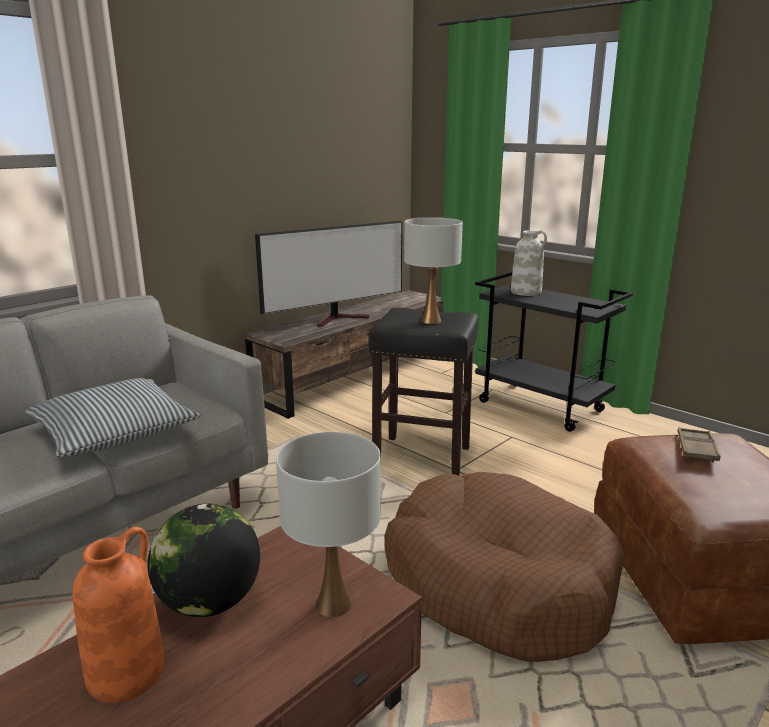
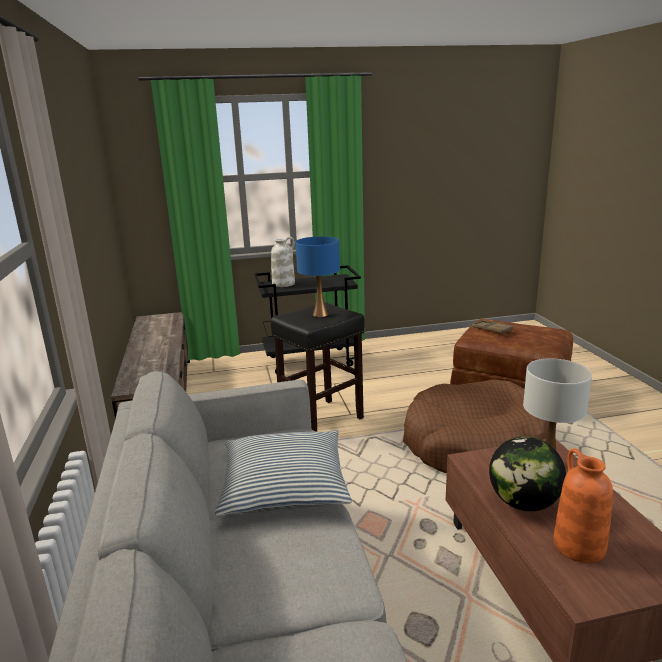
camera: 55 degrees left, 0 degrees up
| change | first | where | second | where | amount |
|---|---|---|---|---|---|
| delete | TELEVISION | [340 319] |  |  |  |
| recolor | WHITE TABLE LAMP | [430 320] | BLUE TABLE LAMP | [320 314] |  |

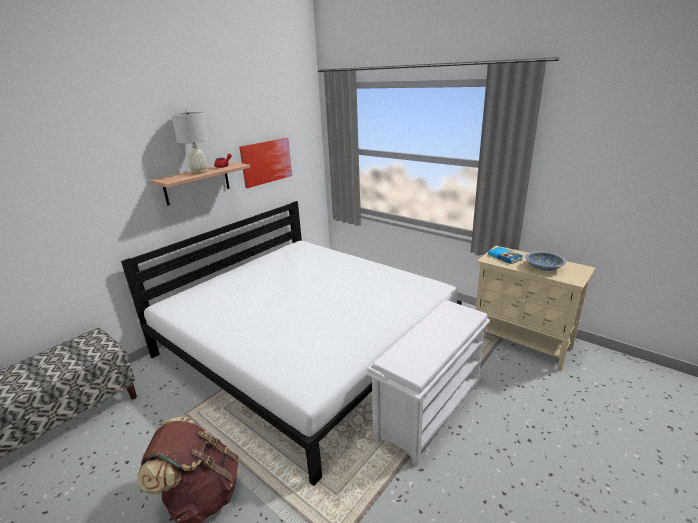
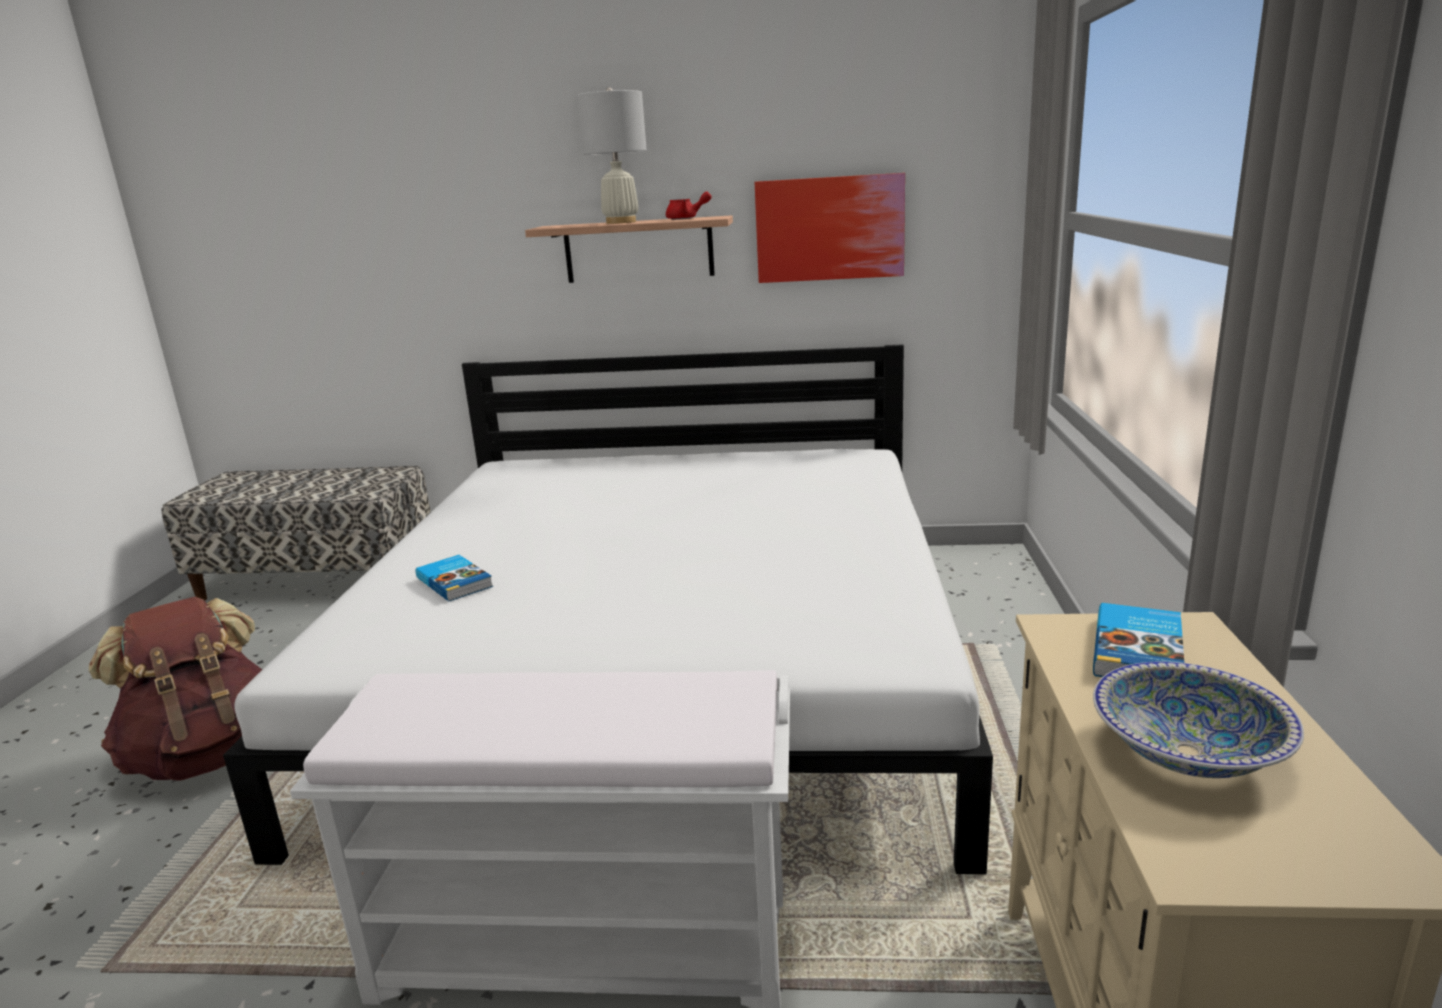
camera: 55 degrees right, 5 degrees down
| change | first | where | second | where | amount |
|---|---|---|---|---|---|
| insert |  |  | BOOK | [455 581] |  |

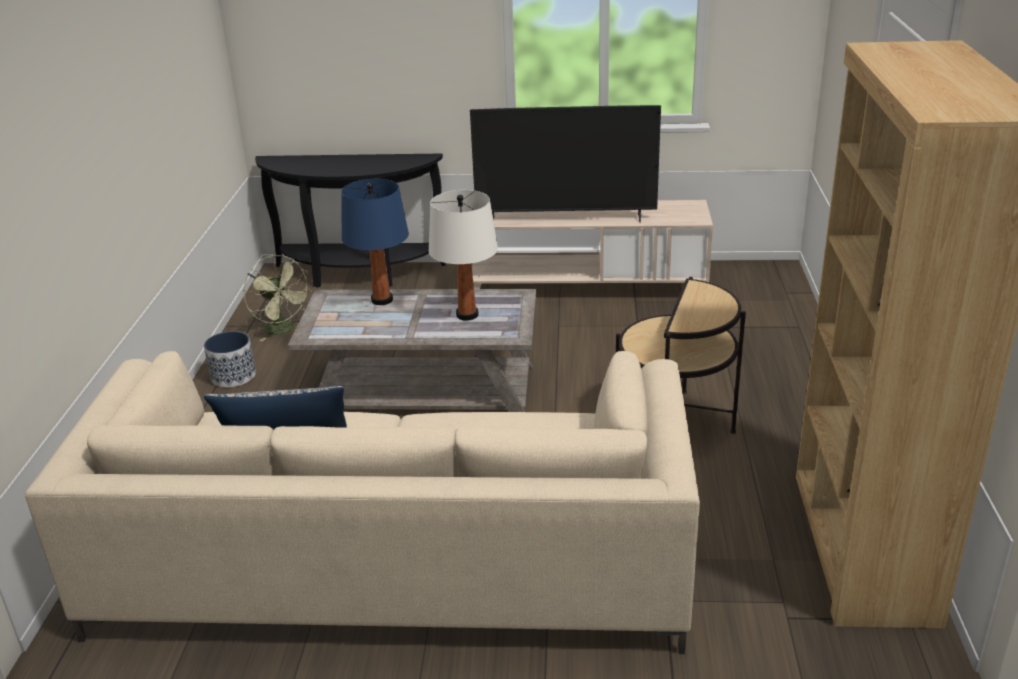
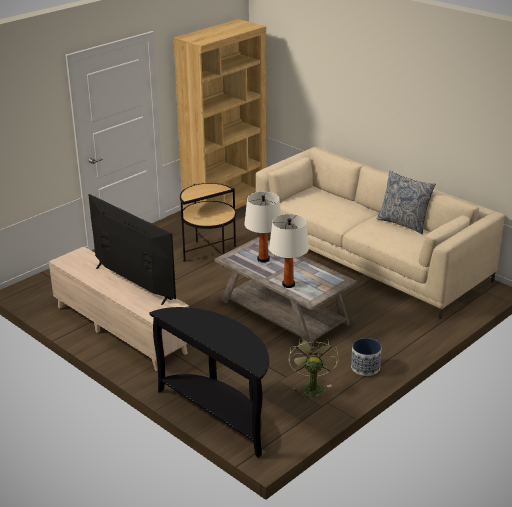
camera: 140 degrees left, 0 degrees up
| change | first | where | second | where | amount |
|---|---|---|---|---|---|
| recolor | BLUE TABLE LAMP | [382 300] | WHITE TABLE LAMP | [288 284] |  |

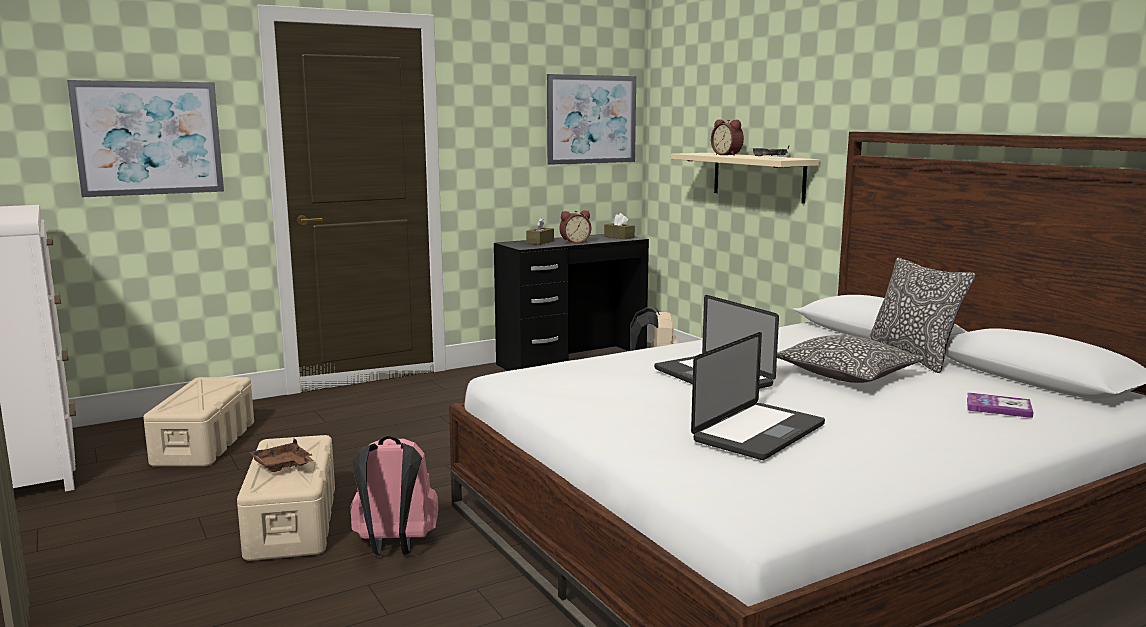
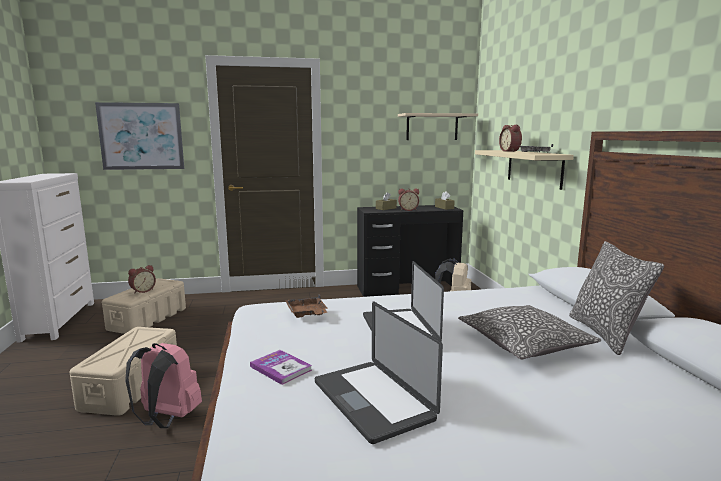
camera: 20 degrees right, 0 degrees up
| change | first | where | second | where | amount |
|---|---|---|---|---|---|
| move | BROWN TRAY | [283 466] |  | [307 314] |  |
| replace | PICTURE | [591 119] | BEIGE SHELF | [432 127] |  |
| rotate | LAPTOP | [759 433] |  | [372 400] | 90 degrees clockwise |
| move | BOOK | [998 407] |  | [281 368] |  |
| insert |  |  | ALARM CLOCK | [142 290] |  |

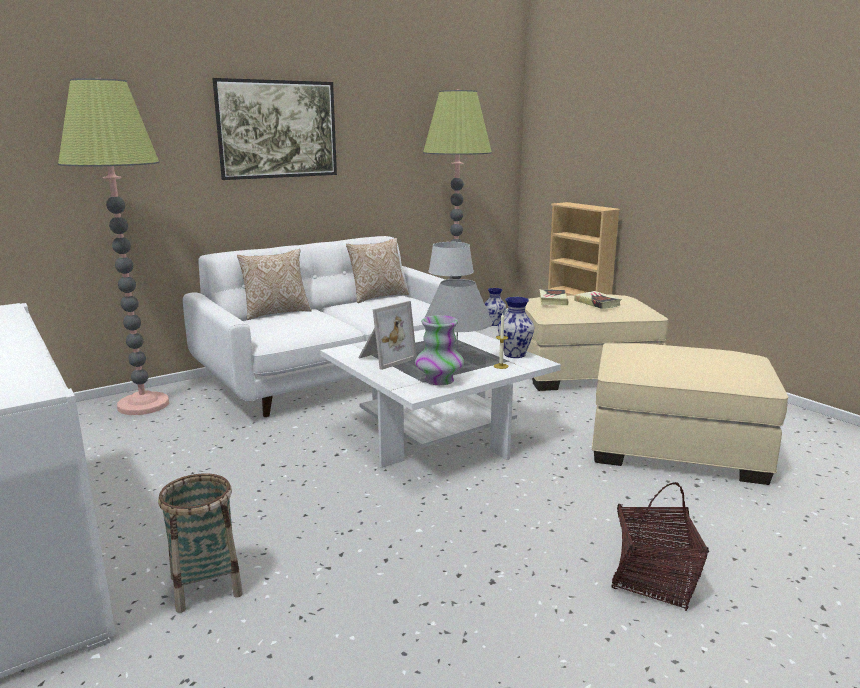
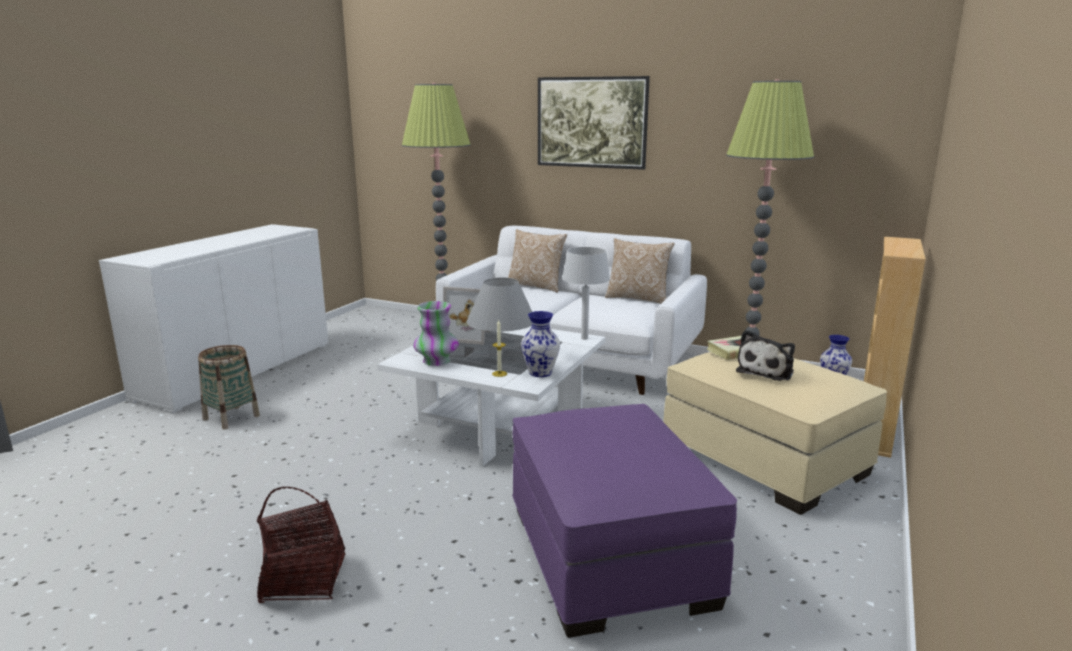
camera: 60 degrees right, 0 degrees up
| change | first | where | second | where | amount |
|---|---|---|---|---|---|
| replace | BOOK | [597 303] | PLUSH TOY | [766 371] |  |
| recolor | BEIGE OTTOMAN | [678 447] | PURPLE OTTOMAN | [609 555] |  |

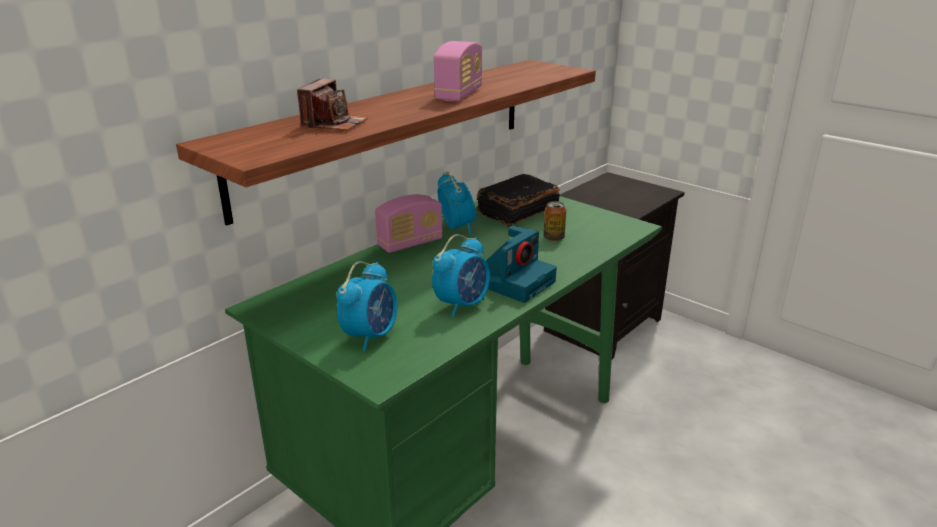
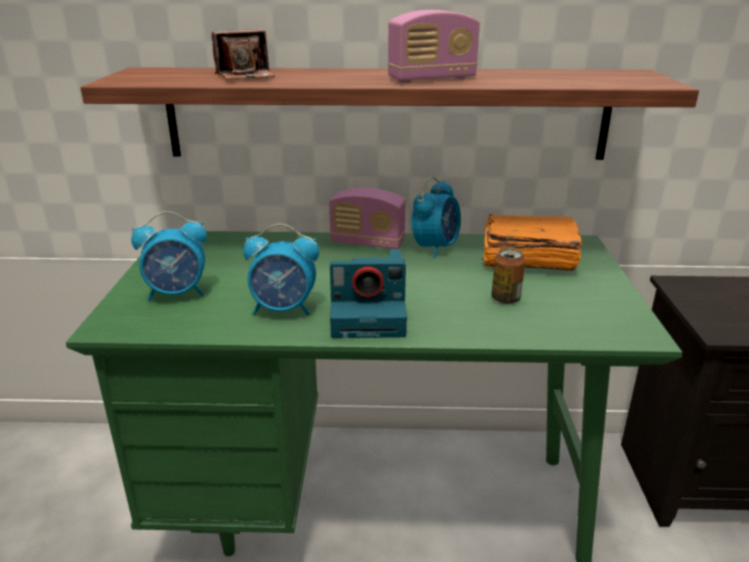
camera: 50 degrees right, 0 degrees up
| change | first | where | second | where | amount |
|---|---|---|---|---|---|
| recolor | BLACK BOOK | [516 212] | ORANGE BOOK | [526 259] |  |

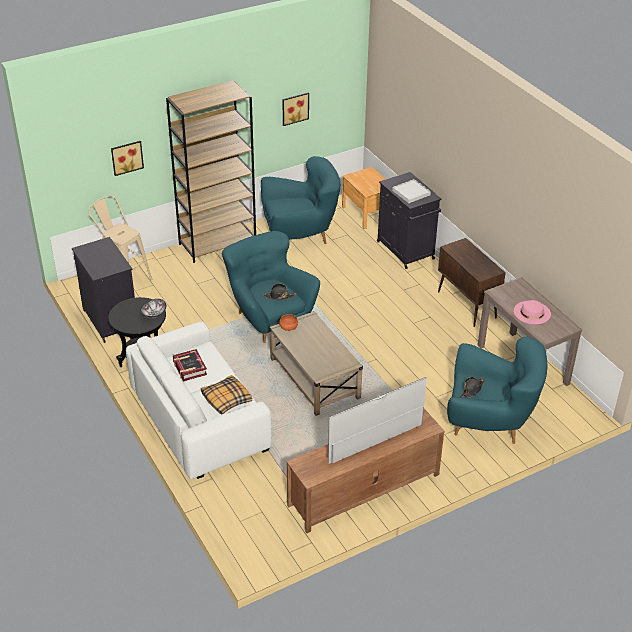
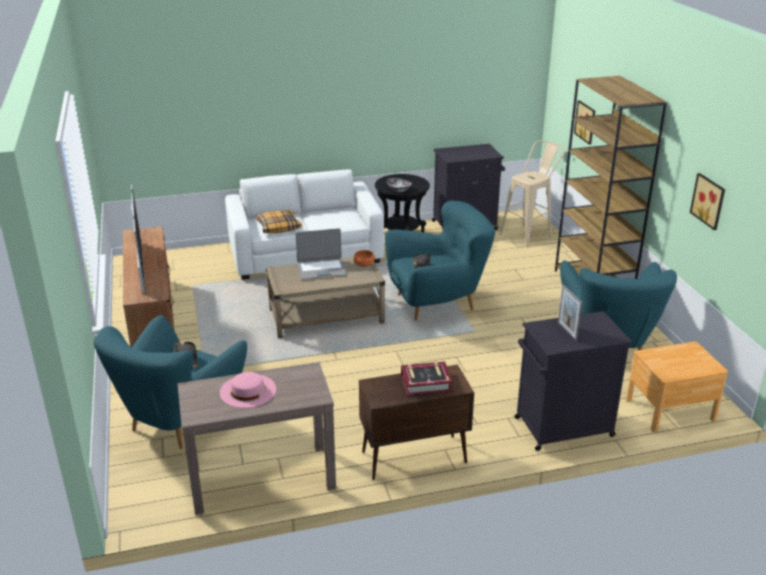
camera: 105 degrees right, 10 degrees down
| change | first | where | second | where | amount |
|---|---|---|---|---|---|
| move | BOOK | [189 368] |  | [426 383] |  |
| replace | WHITE TRAY | [411 192] | PICTURE FRAME | [567 331] |  |
| insert |  |  | LAPTOP | [321 270] |  |

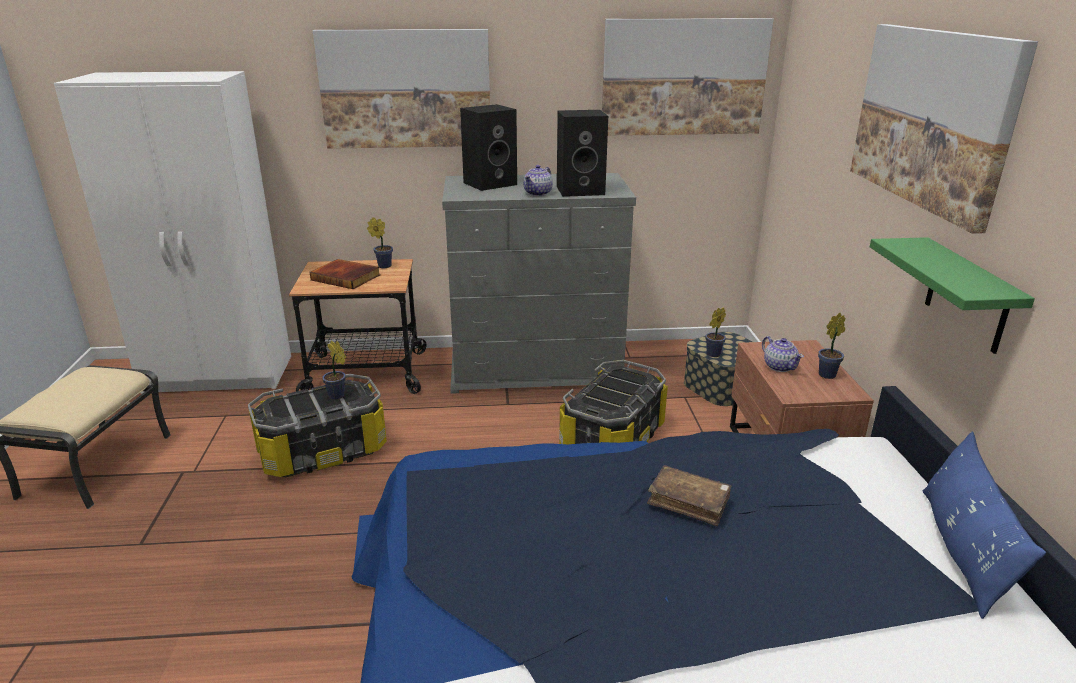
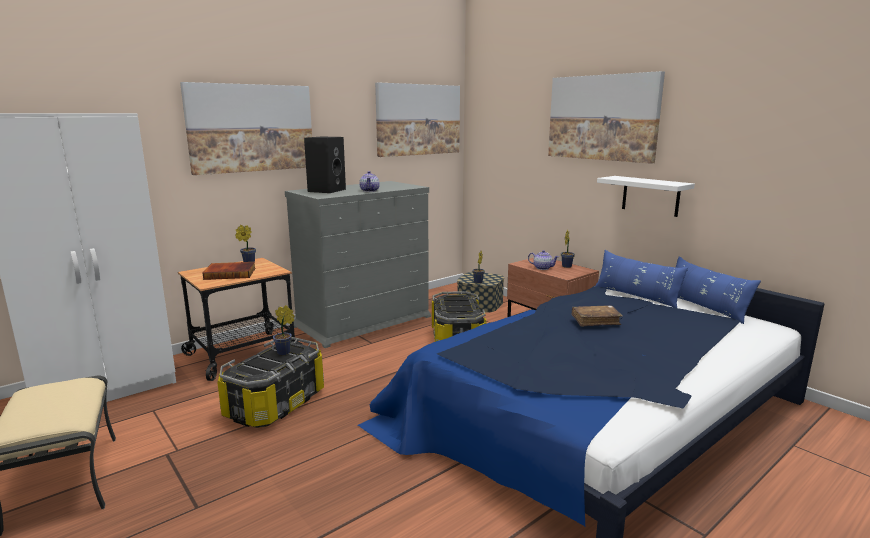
camera: 35 degrees left, 10 degrees down
| change | first | where | second | where | amount |
|---|---|---|---|---|---|
| delete | BLACK SPEAKER | [581 190] |  |  |  |
| recolor | GREEN SHELF | [967 296] | WHITE SHELF | [650 196] |  |
| insert |  |  | BLUE PILLOW | [636 296] |  |

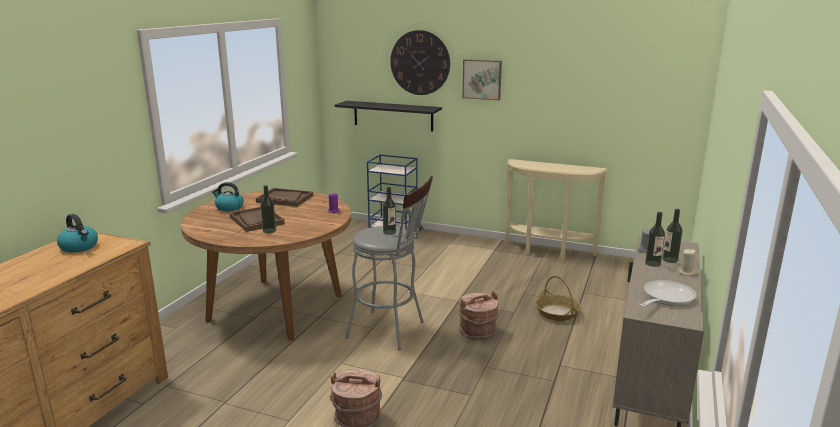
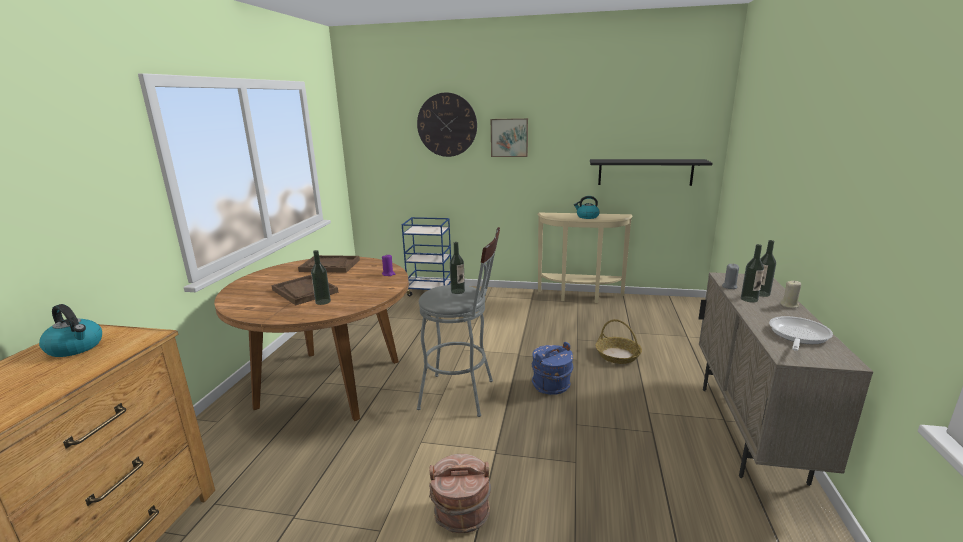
camera: 10 degrees left, 0 degrees up
| change | first | where | second | where | amount |
|---|---|---|---|---|---|
| move | KETTLE | [229 207] |  | [587 217] |  |
| move | BLACK SHELF | [393 115] |  | [645 172] |  |
| recolor | BROWN BUCKET | [477 332] | BLUE BUCKET | [551 385] |  |

